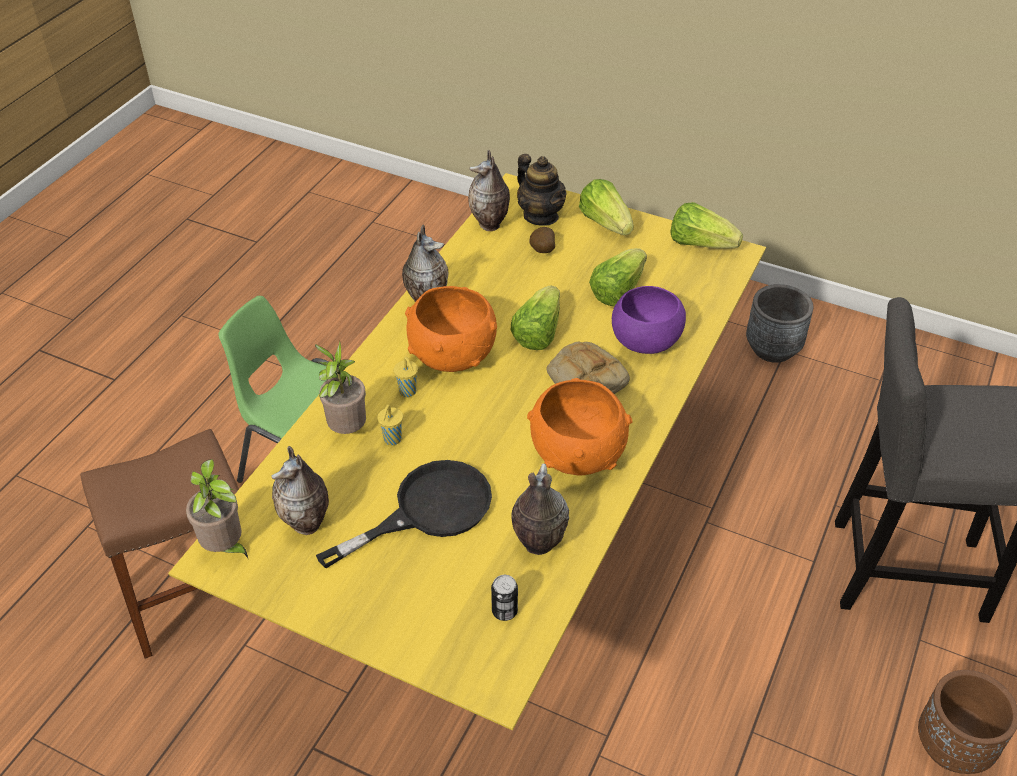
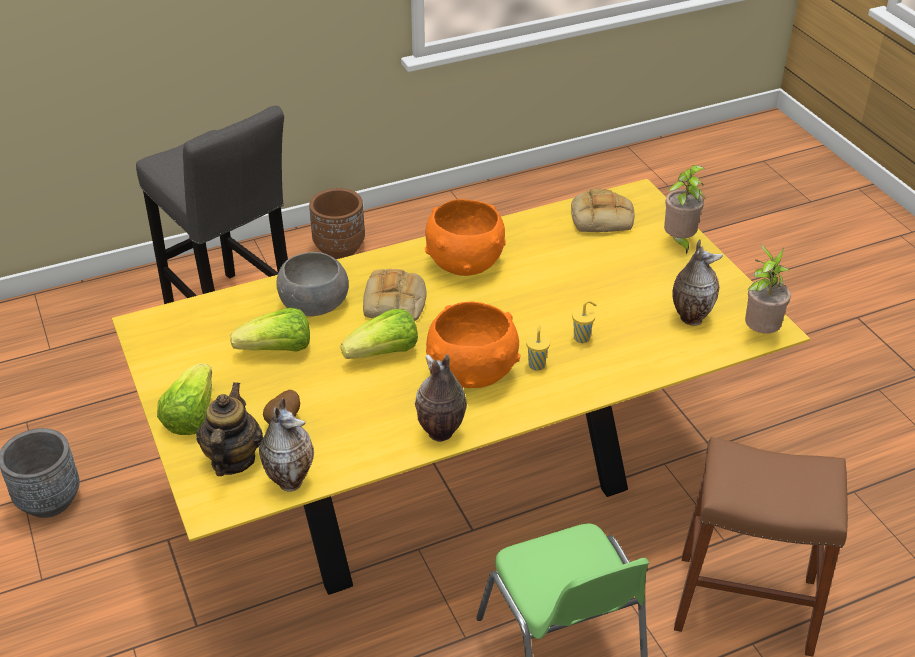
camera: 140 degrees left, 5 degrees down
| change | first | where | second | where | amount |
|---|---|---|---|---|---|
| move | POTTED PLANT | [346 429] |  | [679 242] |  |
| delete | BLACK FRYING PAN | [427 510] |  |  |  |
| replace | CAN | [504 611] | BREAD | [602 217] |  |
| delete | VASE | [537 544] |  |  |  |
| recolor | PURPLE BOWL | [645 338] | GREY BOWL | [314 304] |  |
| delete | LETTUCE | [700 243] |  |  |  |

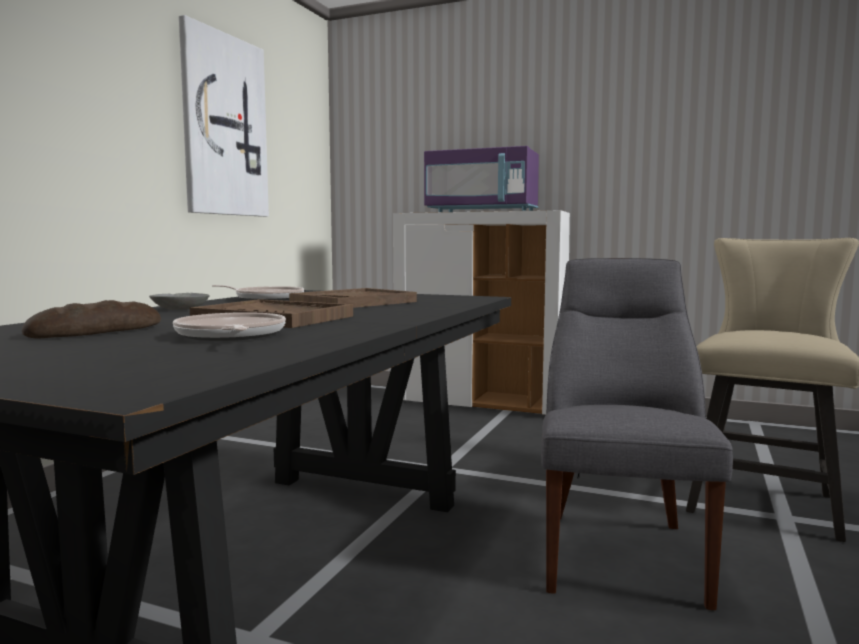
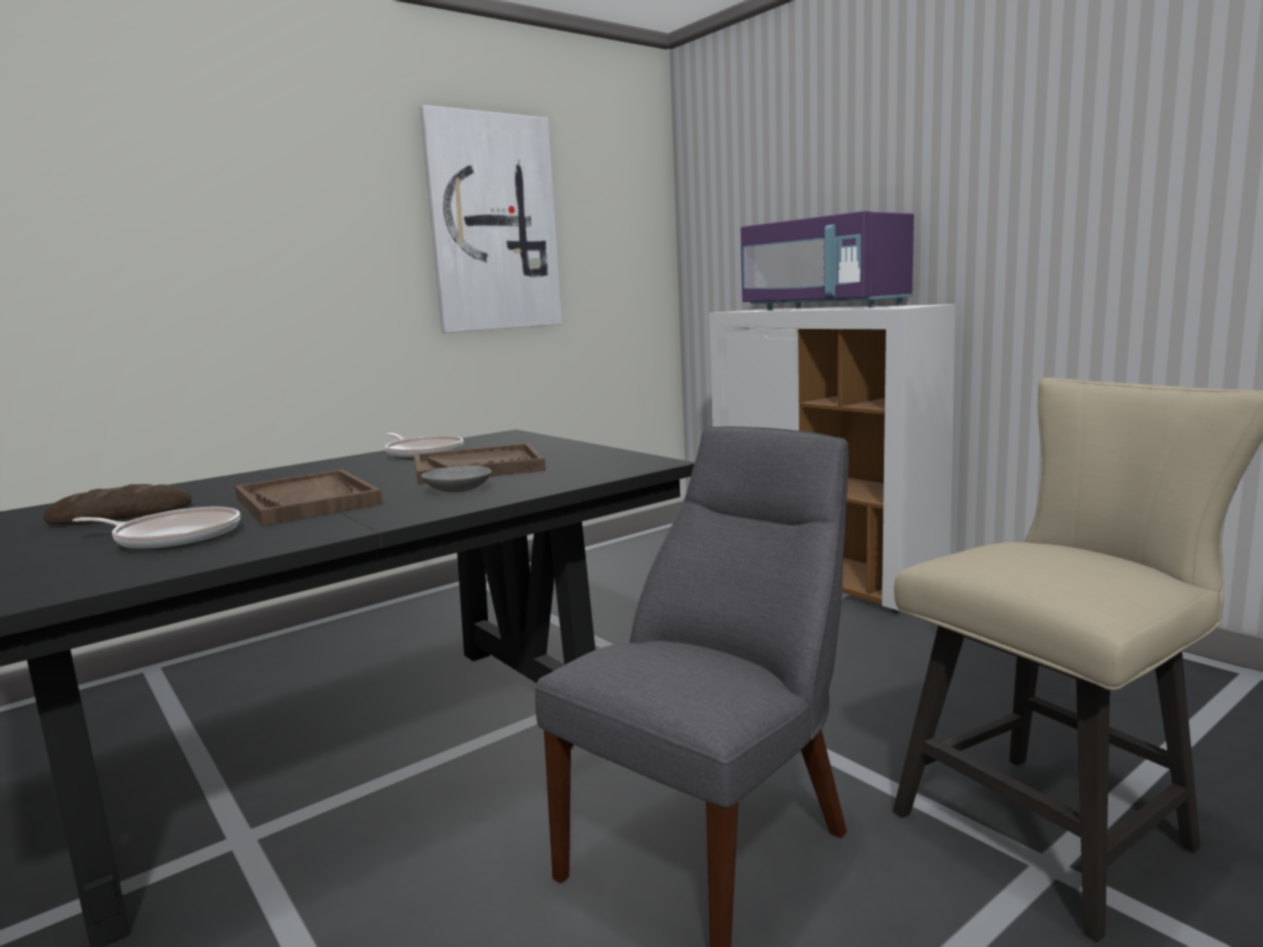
camera: 30 degrees right, 5 degrees up
| change | first | where | second | where | amount |
|---|---|---|---|---|---|
| move | GREY BOWL | [180 309] |  | [459 489] |  |
| rotate | FRYING PAN | [231 336] |  | [174 538] | 90 degrees clockwise |

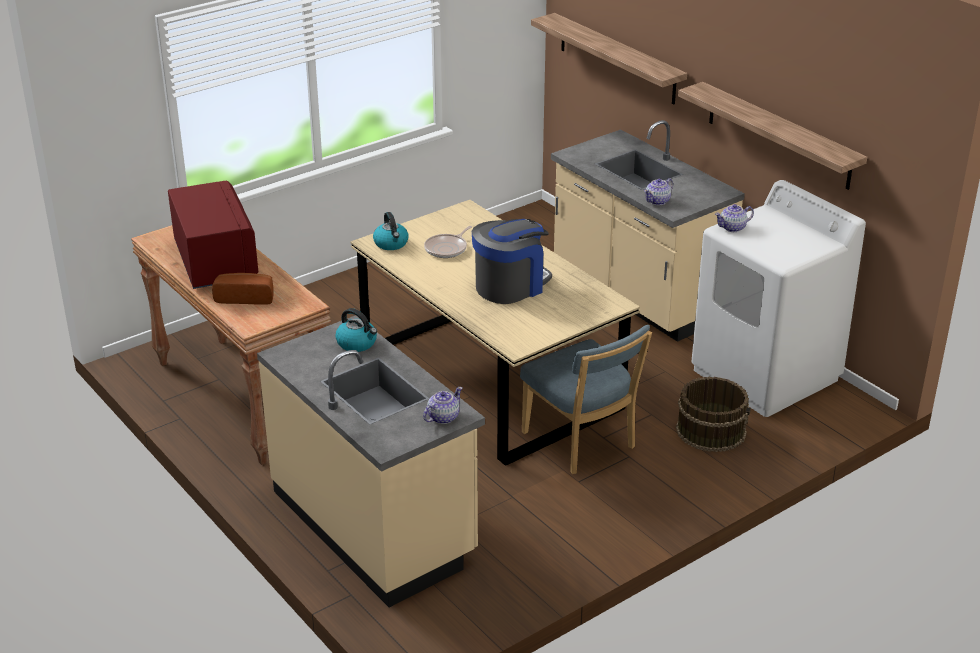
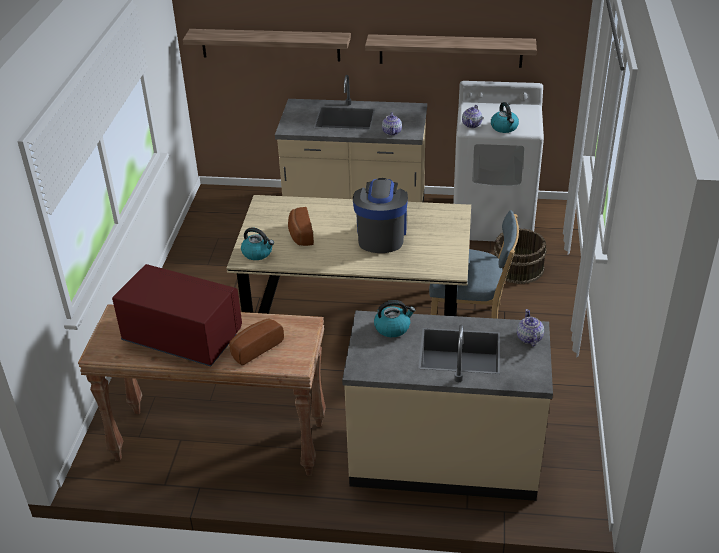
camera: 45 degrees left, 5 degrees up
| change | first | where | second | where | amount |
|---|---|---|---|---|---|
| replace | FRYING PAN | [447 248] | BREAD | [300 235] |  |
| insert |  |  | KETTLE | [504 127] |  |

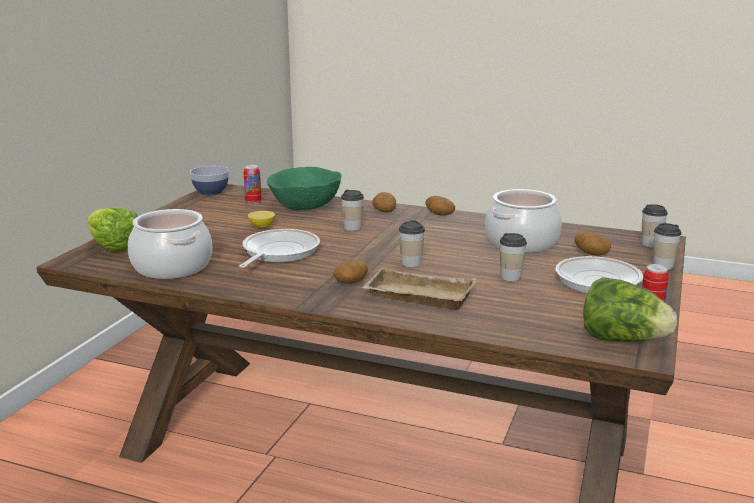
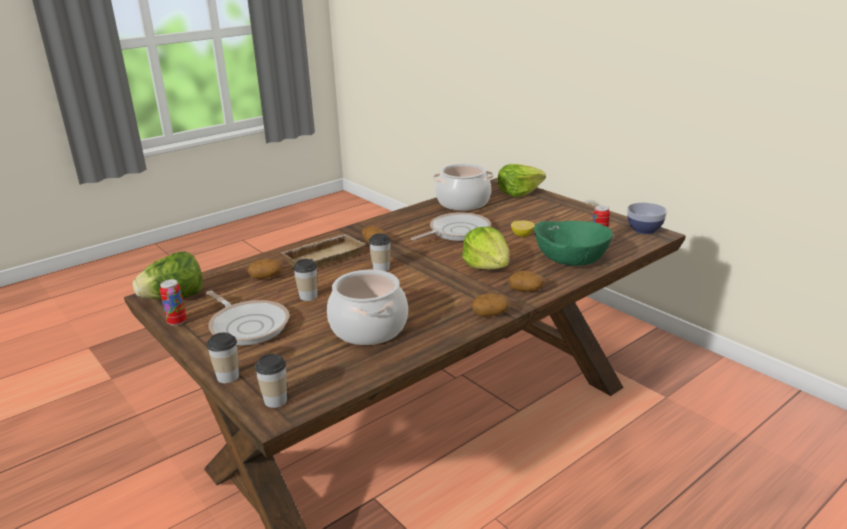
camera: 120 degrees right, 5 degrees up
| change | first | where | second | where | amount |
|---|---|---|---|---|---|
| rotate | FRYING PAN | [278 252] |  | [456 232] | 90 degrees counterclockwise |
| replace | CUP | [352 227] | LETTUCE | [487 266] |  |
| move | POTATO | [590 253] |  | [266 276] |  |

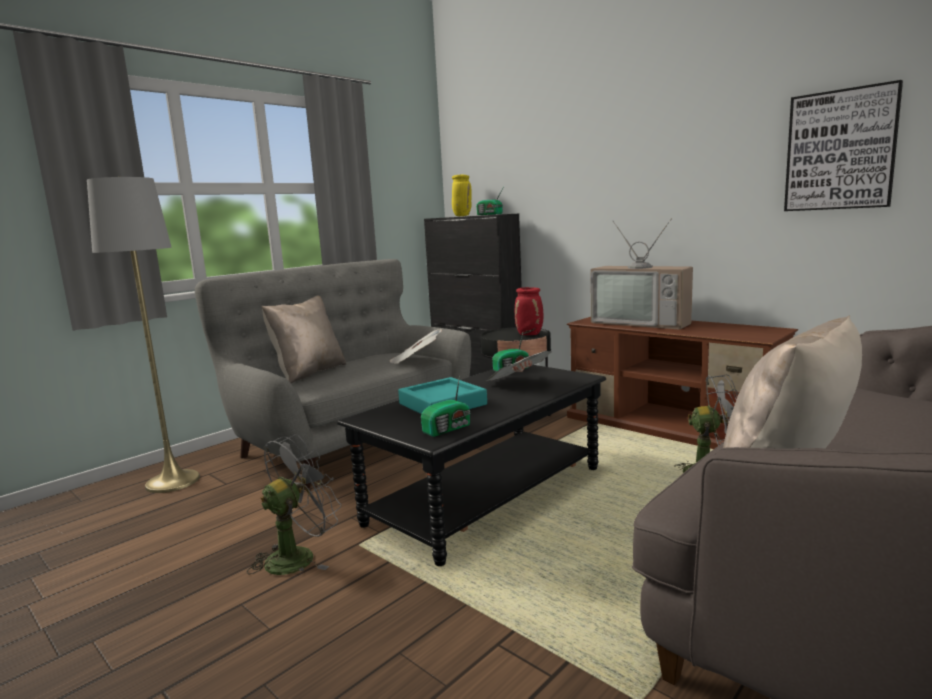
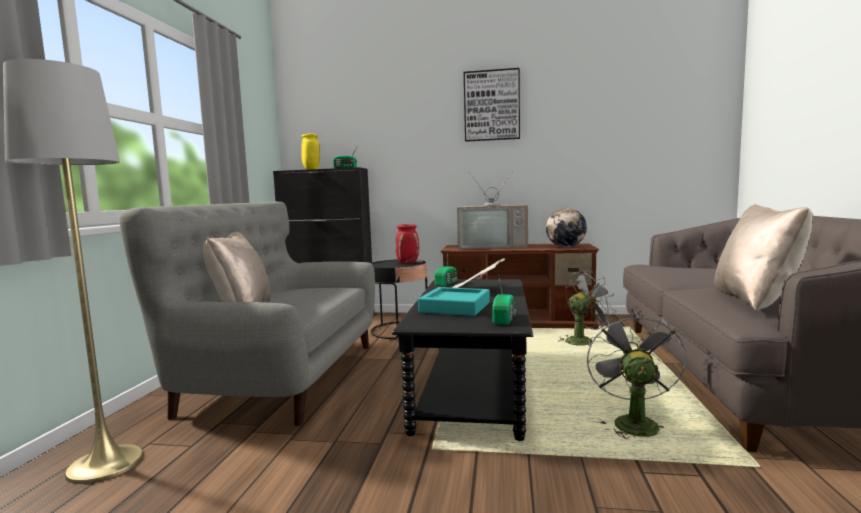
camera: 35 degrees left, 5 degrees down
| change | first | where | second | where | amount |
|---|---|---|---|---|---|
| move | GREY FAN | [298 556] |  | [632 422] |  |
| delete | NEWSPAPER | [415 361] |  |  |  |
| move | PICTURE | [840 150] |  | [491 105] |  |
| insert |  |  | GLOBE | [566 247] |  |

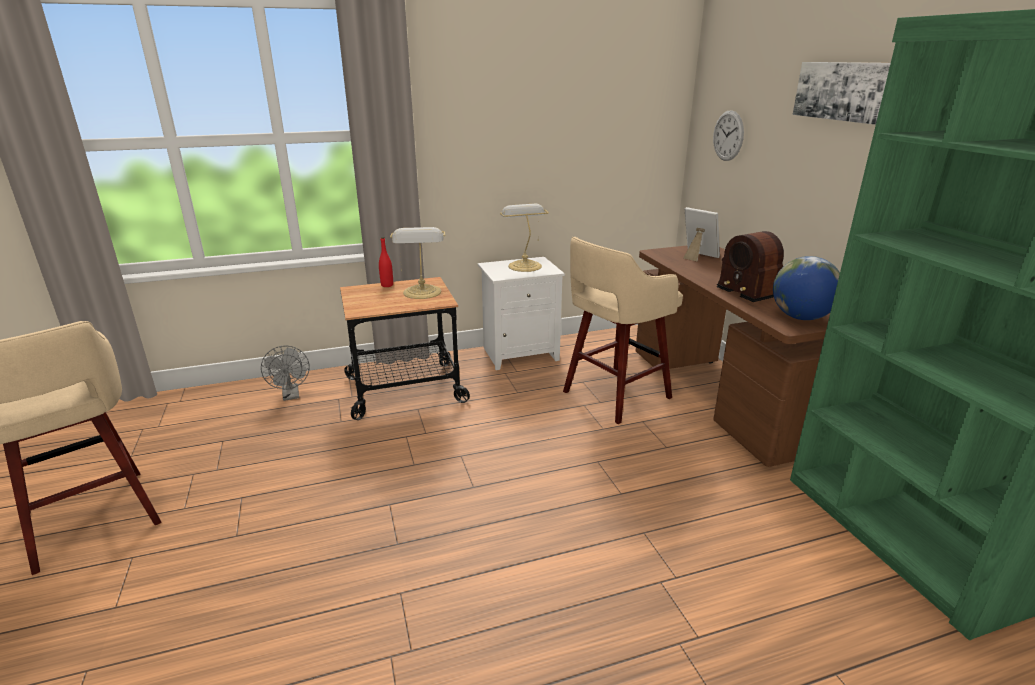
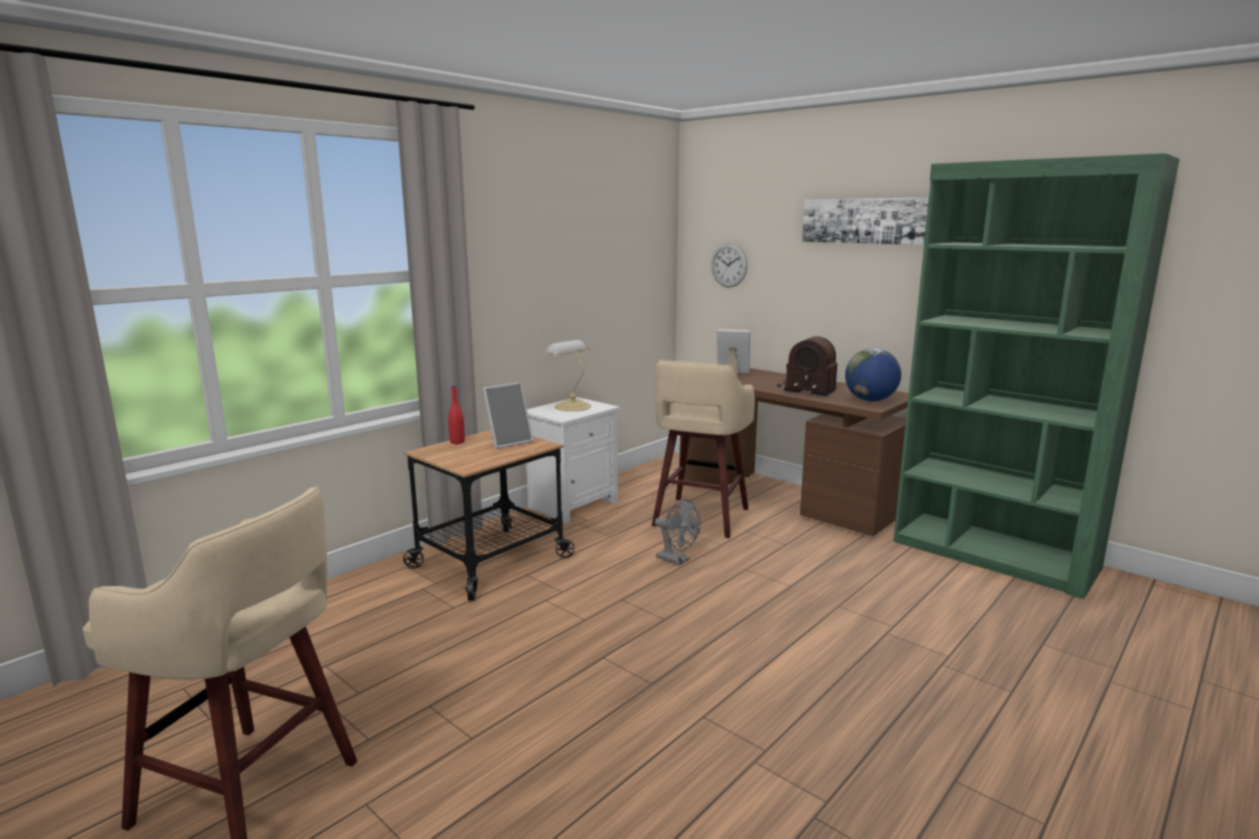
camera: 30 degrees left, 10 degrees down
| change | first | where | second | where | amount |
|---|---|---|---|---|---|
| move | GREY FAN | [291 396] |  | [677 560] |  |
| replace | TABLE LAMP | [422 293] | PICTURE FRAME | [508 442] |  |

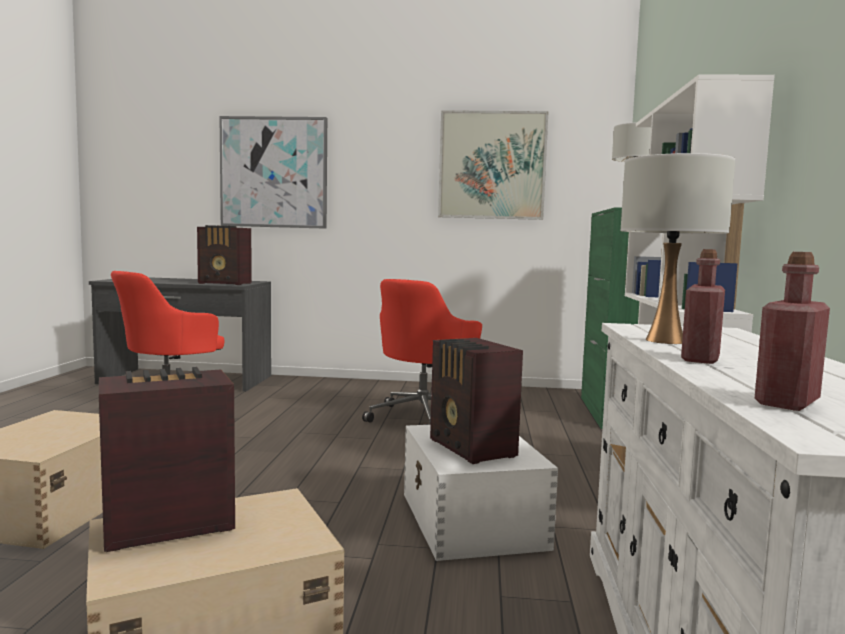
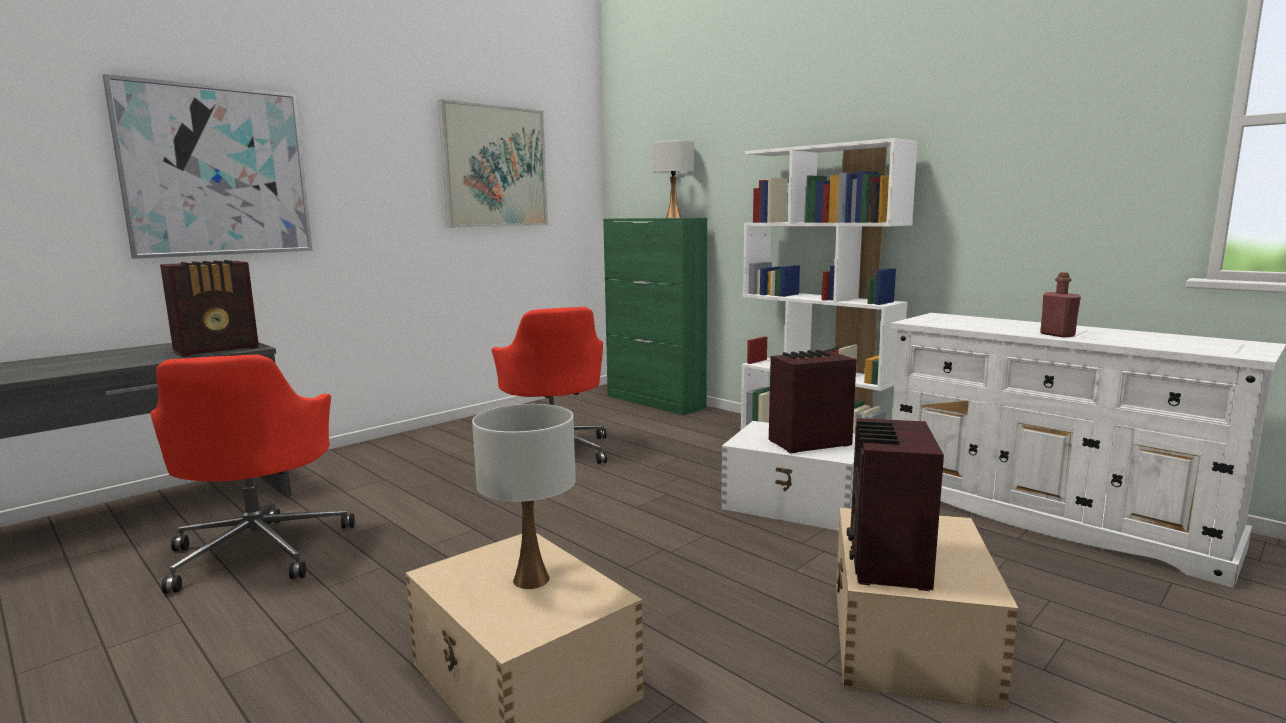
camera: 50 degrees left, 5 degrees up
| change | first | where | second | where | amount |
|---|---|---|---|---|---|
| rotate | RADIO | [471 448] |  | [807 443] | 150 degrees clockwise |
| move | WHITE TABLE LAMP | [665 341] |  | [531 579] |  |
| delete | RED BOTTLE | [787 402] |  |  |  |

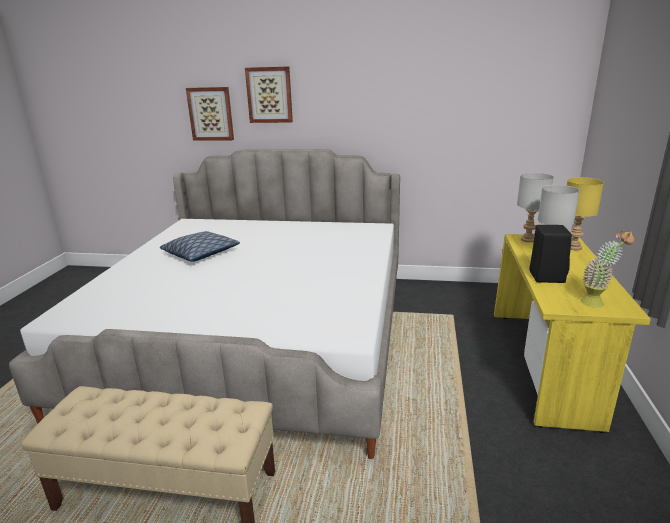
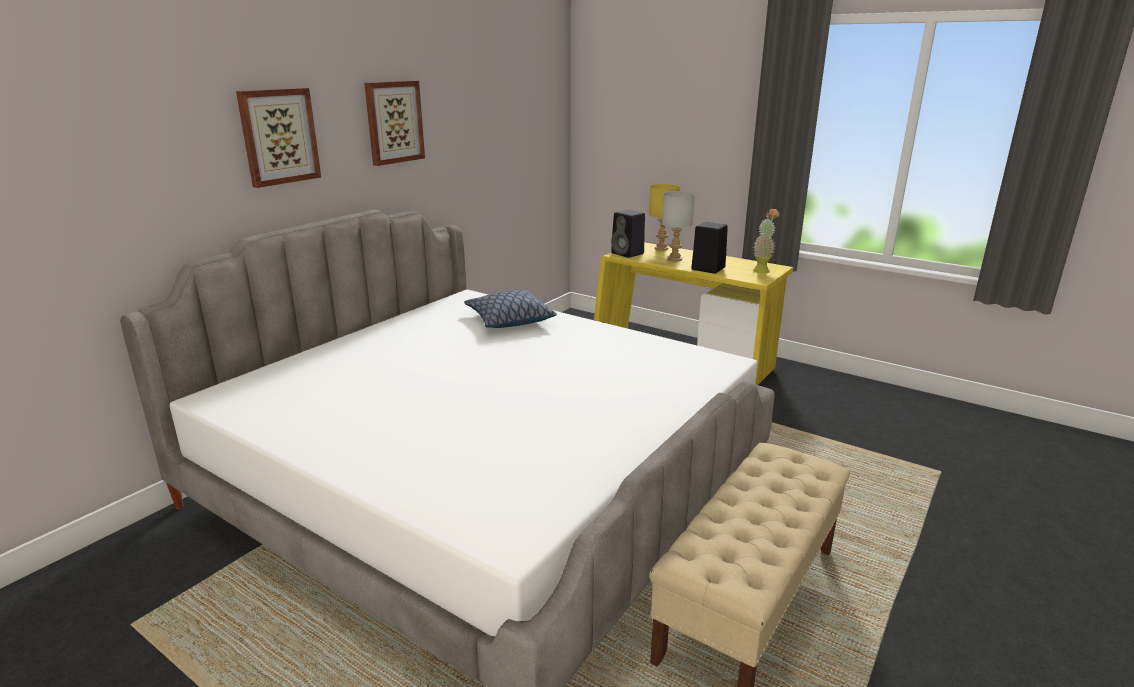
camera: 65 degrees left, 0 degrees up
| change | first | where | second | where | amount |
|---|---|---|---|---|---|
| move | PILLOW | [201 254] |  | [509 319] |  |
| move | PICTURE | [211 114] |  | [394 122] |  |
| replace | GREY TABLE LAMP | [528 240] | BLACK SPEAKER | [628 254] |  |

